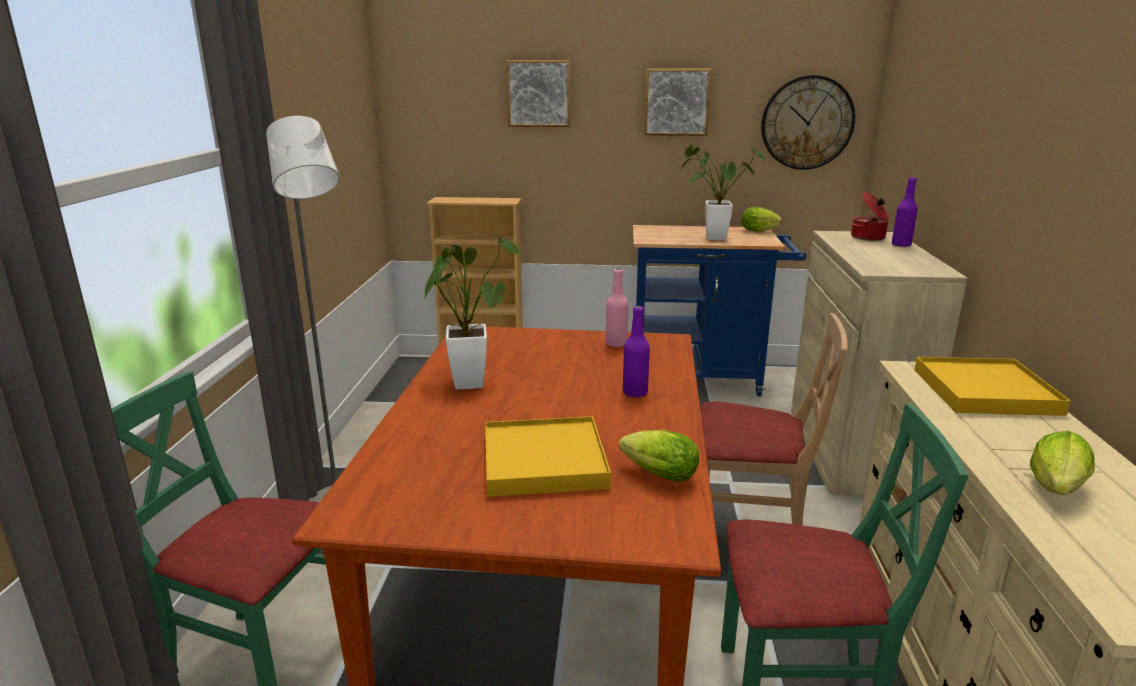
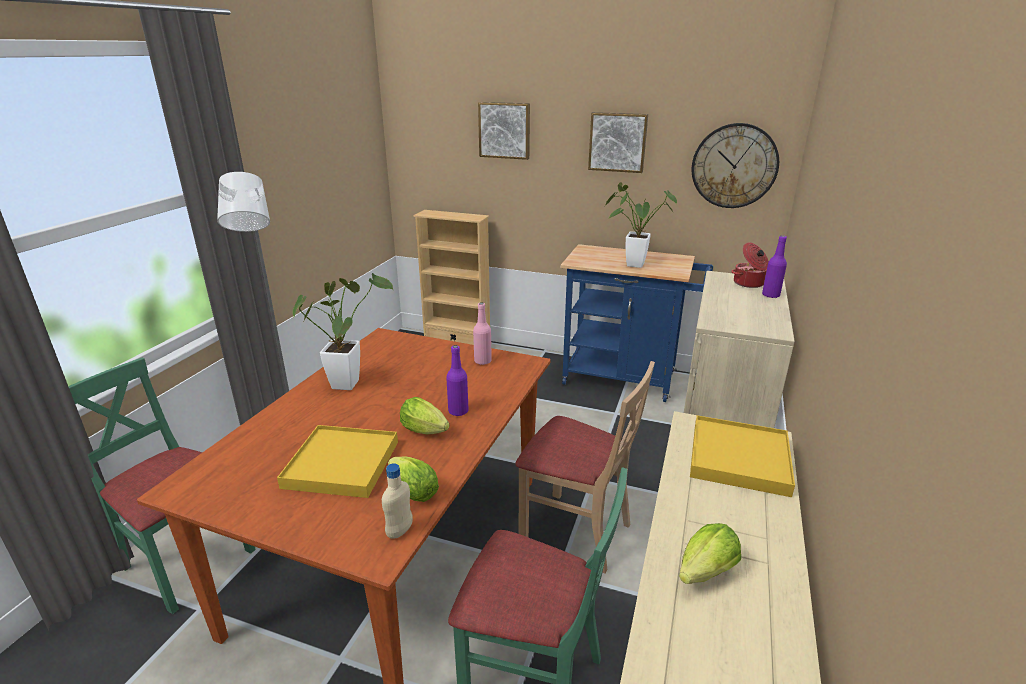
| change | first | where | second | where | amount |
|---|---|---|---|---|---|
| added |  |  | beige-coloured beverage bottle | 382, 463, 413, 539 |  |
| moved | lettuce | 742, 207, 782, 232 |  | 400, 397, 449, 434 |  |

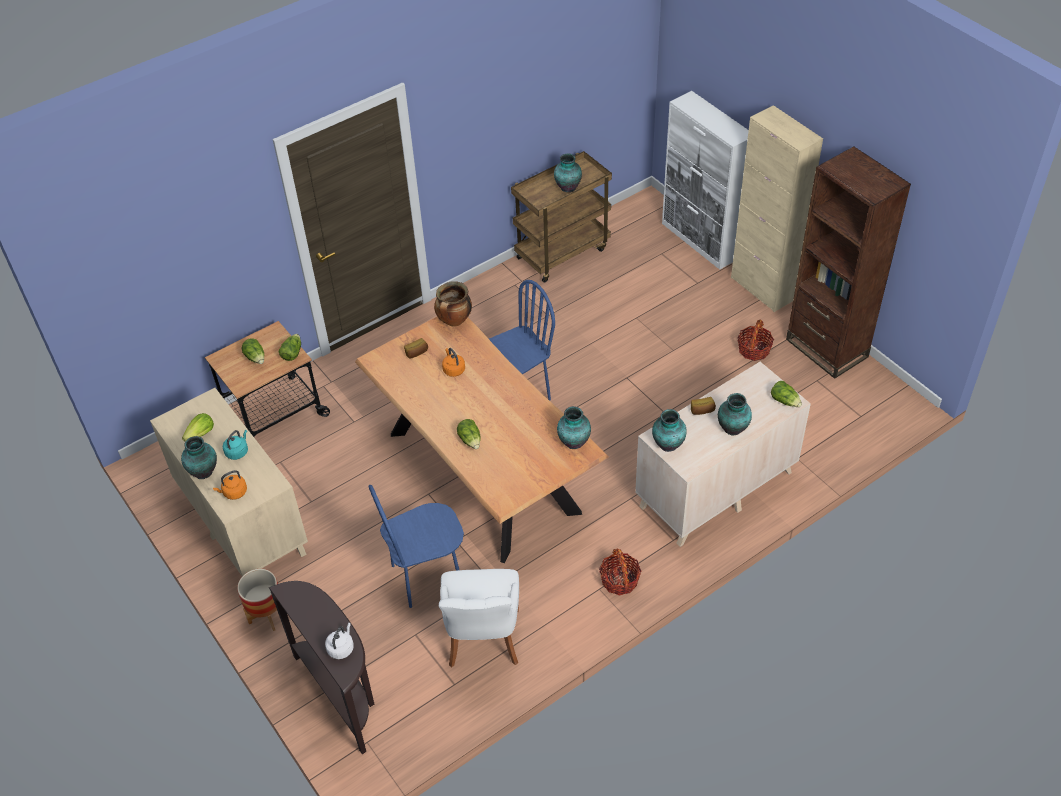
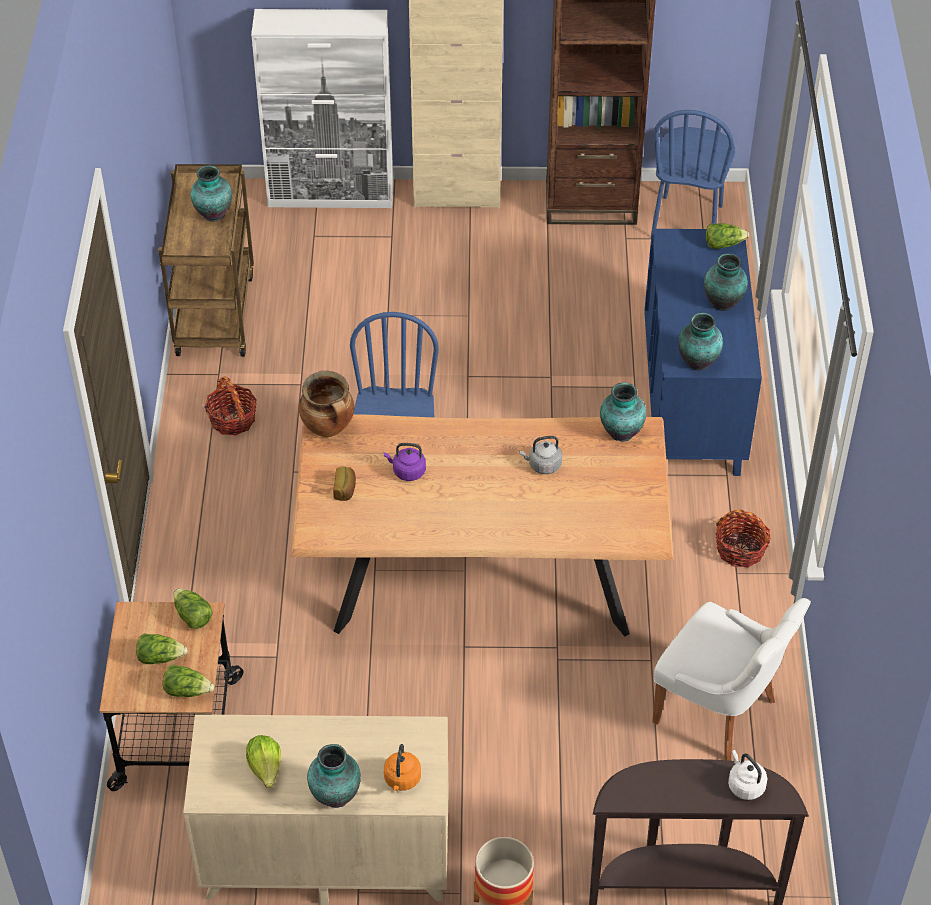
| change | first | where | second | where | amount |
|---|---|---|---|---|---|
| removed | turquoise-coloured tea kettle | 223, 430, 248, 460 |  |  |  |
| removed | bread | 691, 397, 716, 415 |  |  |  |
| added |  |  | gray tea kettle | 519, 436, 562, 474 |  |
| moved | bluish chair | 368, 485, 464, 608 |  | 651, 110, 735, 234 |  |
| moved | lettuce | 457, 419, 481, 449 |  | 163, 665, 214, 697 |  |
| moved | basket | 737, 320, 774, 361 |  | 204, 376, 257, 435 |  |
| recoloured | orange tea kettle | 442, 348, 465, 377 | purplish tea kettle | 384, 443, 426, 481 |  |
| recoloured | beige-coloured drawer chest | 635, 362, 811, 547 | bluish drawer chest | 644, 229, 762, 476 |  |

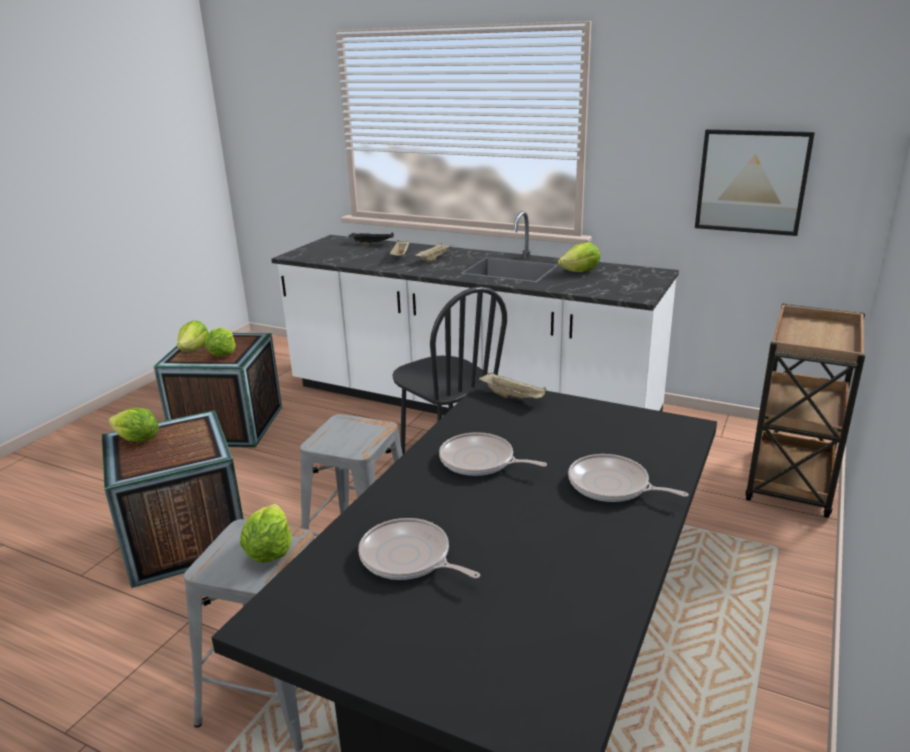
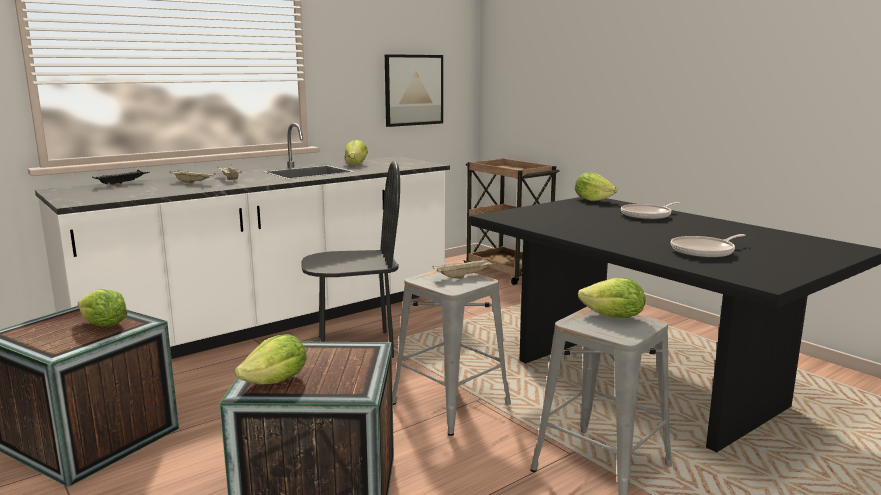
| change | first | where | second | where | amount |
|---|---|---|---|---|---|
| removed | skillet | 439, 432, 547, 476 |  |  |  |
| moved | lettuce | 177, 320, 208, 351 |  | 575, 172, 617, 201 |  |
| moved | beige-coloured serving tray | 479, 372, 547, 399 |  | 433, 258, 493, 279 |  |

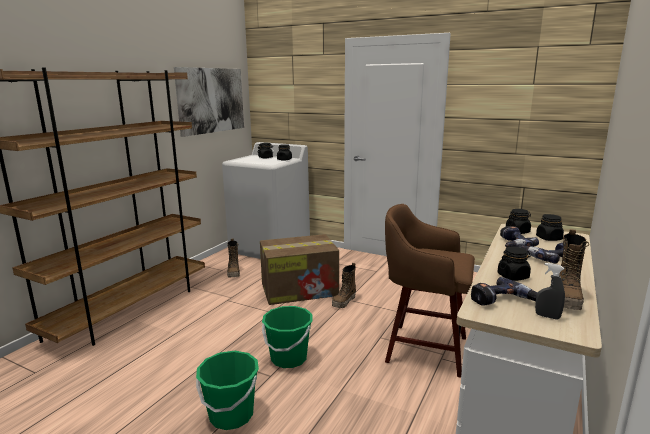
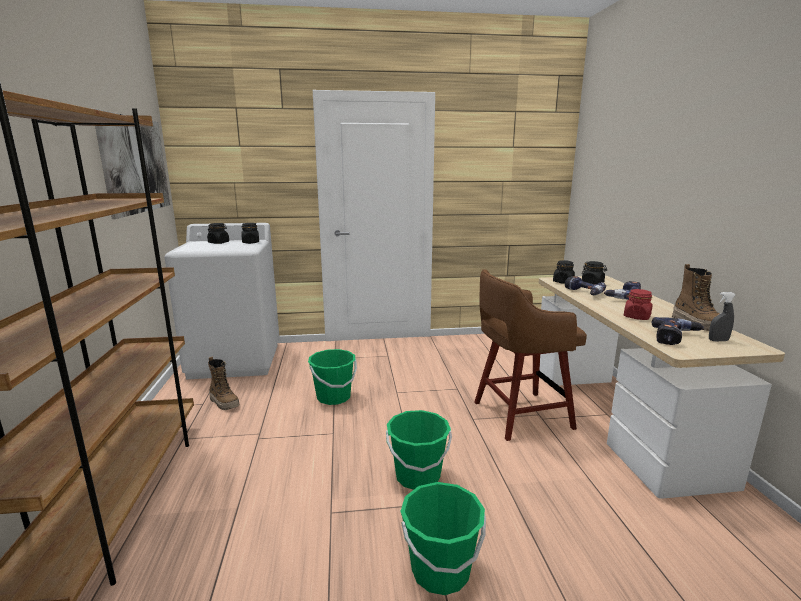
| change | first | where | second | where | amount |
|---|---|---|---|---|---|
| removed | tall boot | 332, 263, 356, 308 |  |  |  |
| replaced | carton | 260, 234, 339, 305 | greenish pail | 308, 349, 357, 405 |  |
| recoloured | blackish jar | 497, 247, 531, 281 | red-coloured jar | 624, 289, 652, 320 |  |

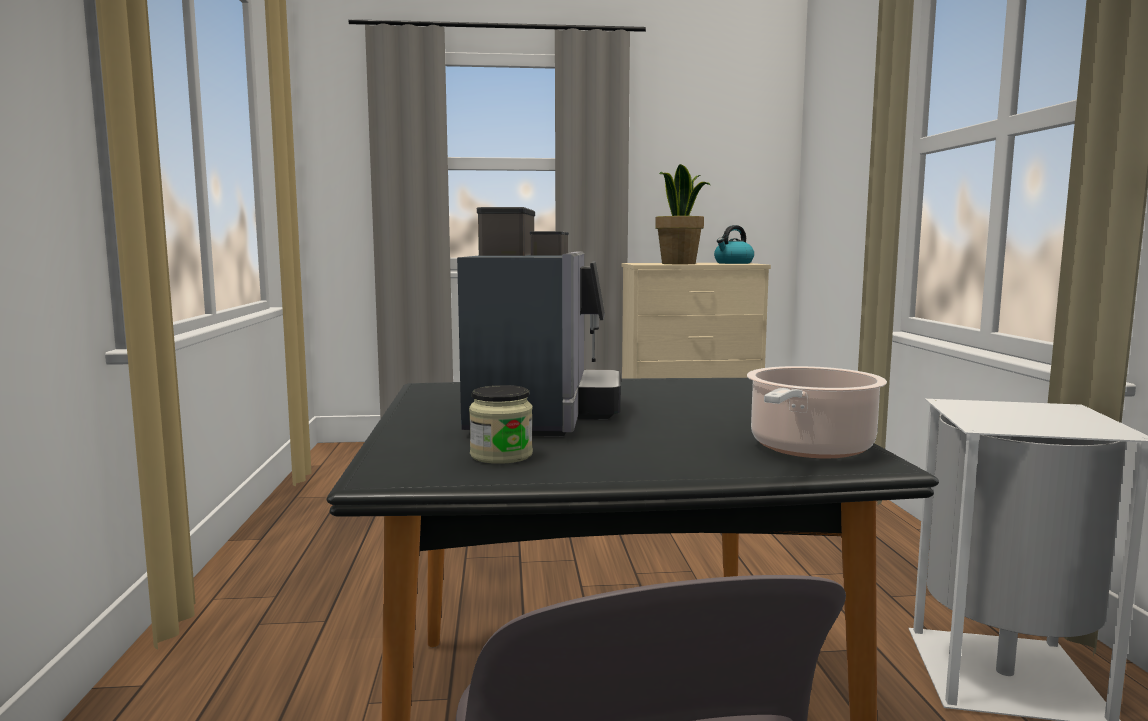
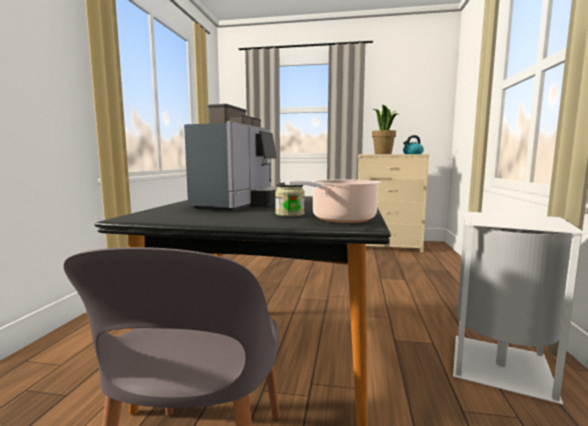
| change | first | where | second | where | amount |
|---|---|---|---|---|---|
| moved | jar | 469, 385, 533, 464 |  | 275, 183, 305, 217 |  |

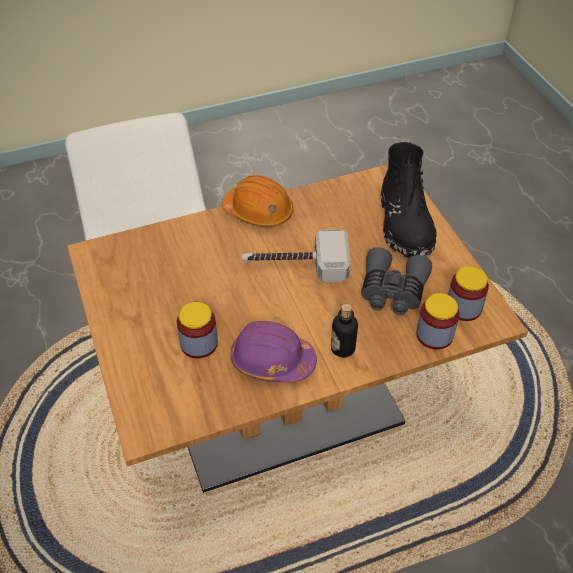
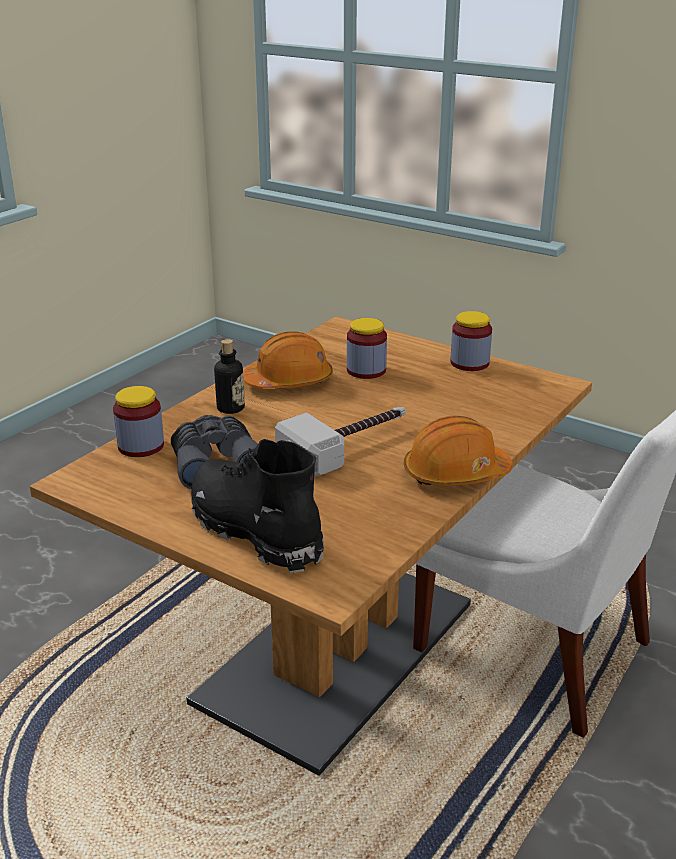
| change | first | where | second | where | amount |
|---|---|---|---|---|---|
| moved | jar | 448, 266, 489, 321 |  | 451, 311, 492, 371 |  |
| recoloured | purplish safety helmet | 230, 321, 317, 383 | orange safety helmet | 243, 331, 333, 389 |  |

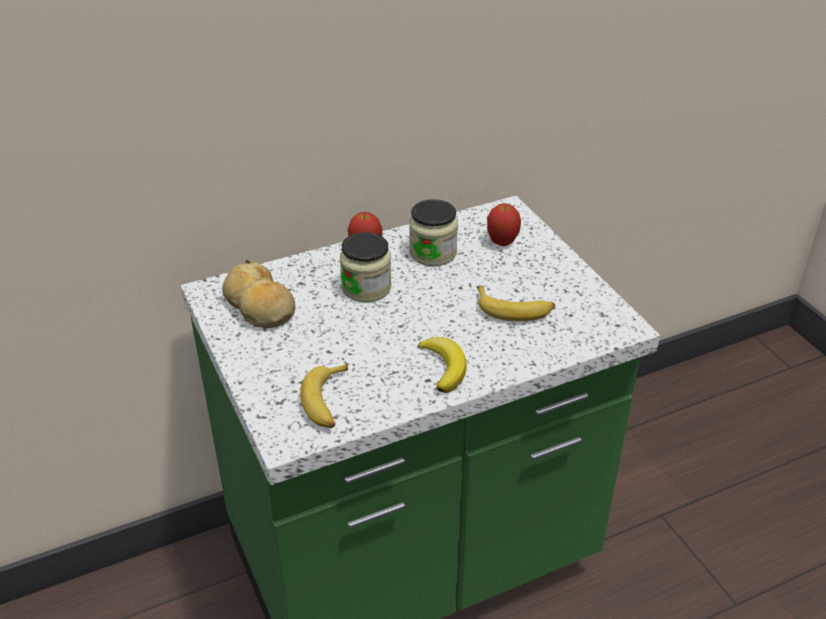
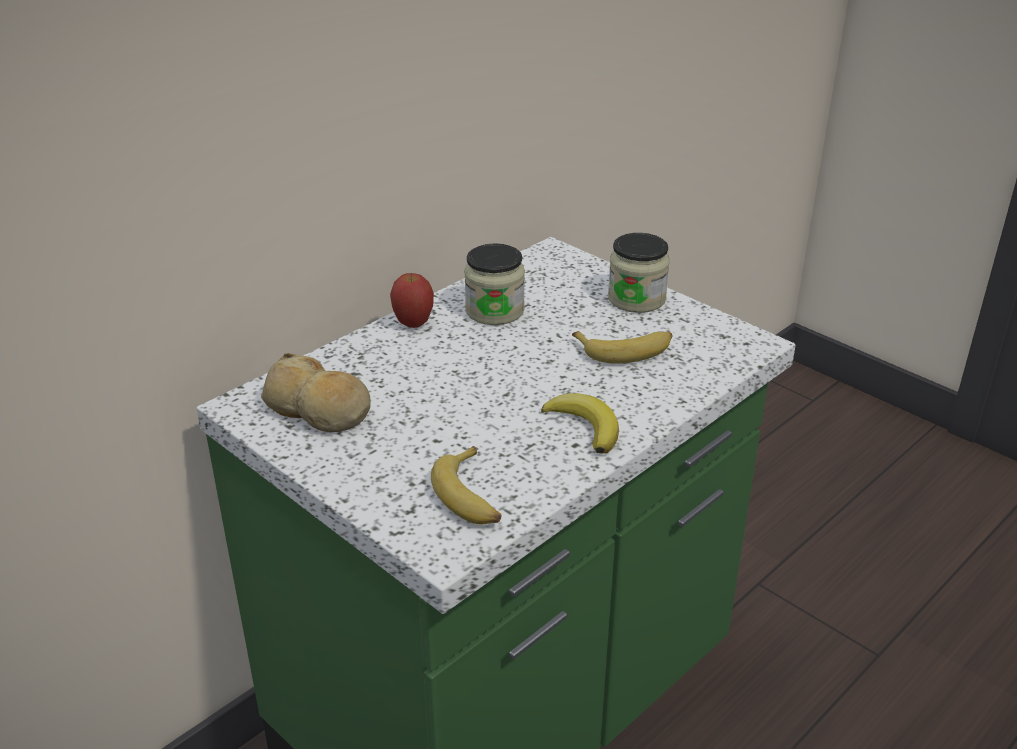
| change | first | where | second | where | amount |
|---|---|---|---|---|---|
| removed | apple | 487, 203, 521, 246 |  |  |  |
| moved | jar | 340, 232, 391, 302 |  | 608, 233, 670, 313 |  |

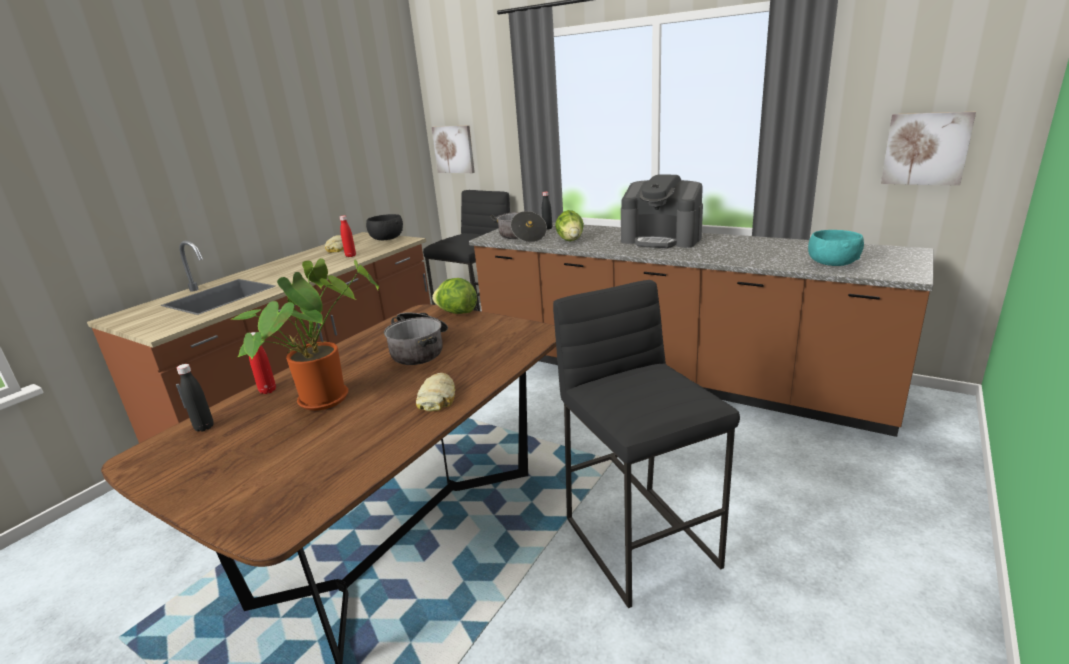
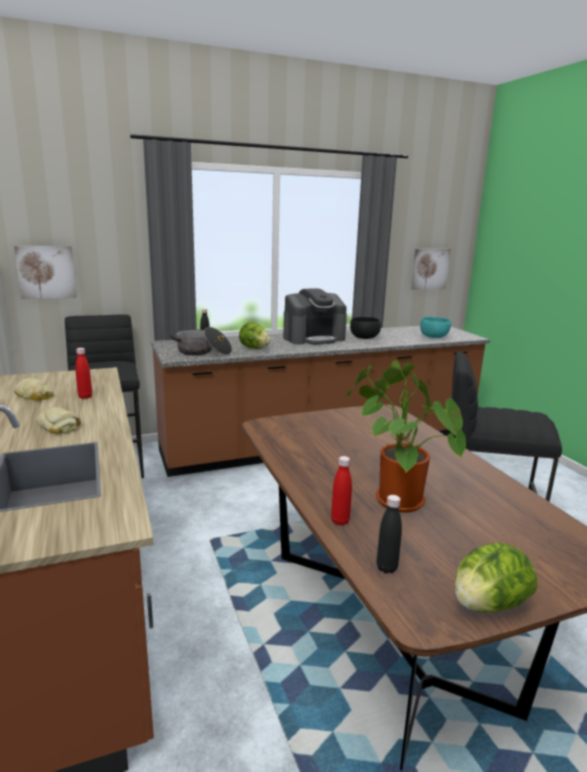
| change | first | where | second | where | amount |
|---|---|---|---|---|---|
| removed | cooking pot | 384, 312, 448, 365 |  |  |  |
| moved | blackish deep dish | 366, 214, 403, 240 |  | 350, 317, 381, 339 |  |
| moved | bread | 416, 373, 455, 411 |  | 36, 407, 81, 434 |  |
| moved | lettuce | 432, 278, 477, 314 |  | 455, 543, 538, 613 |  |

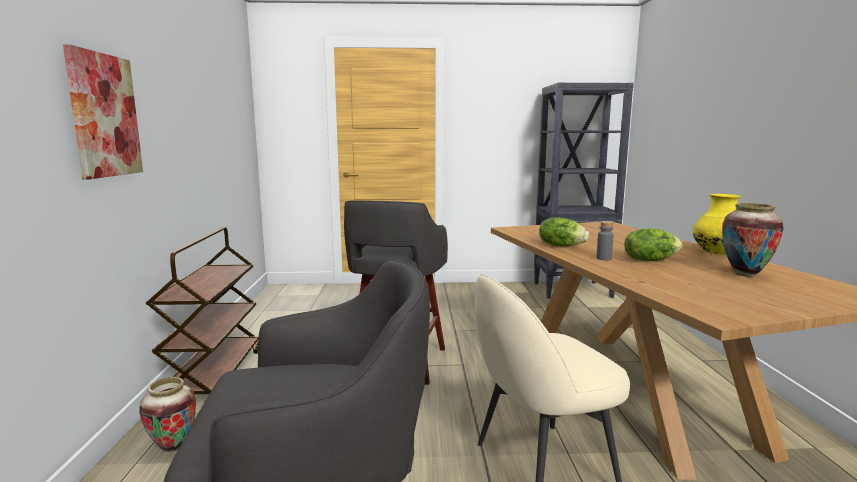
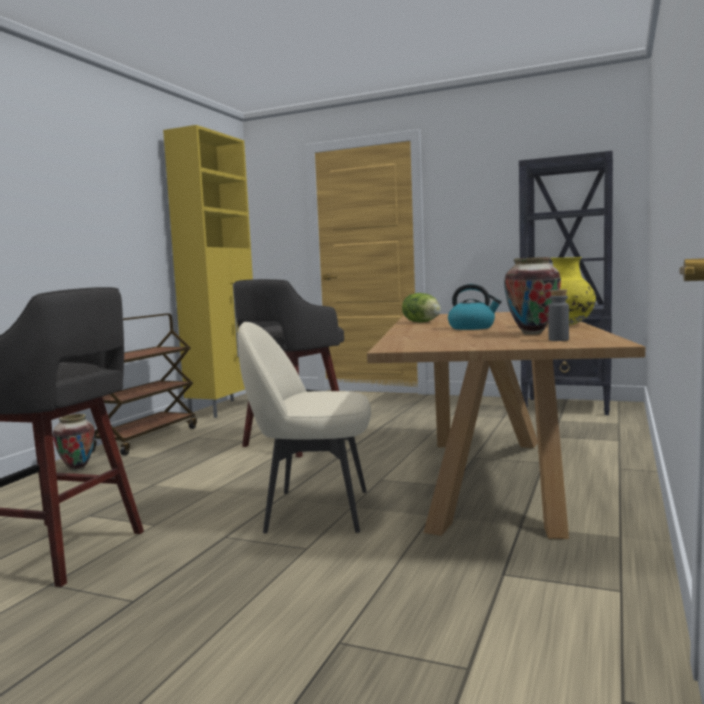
| change | first | where | second | where | amount |
|---|---|---|---|---|---|
| removed | picture | 63, 44, 143, 179 |  |  |  |
| added |  |  | yellowish cupboard | 163, 125, 253, 418 |  |
| moved | gray beverage bottle | 596, 221, 614, 260 |  | 548, 290, 569, 341 |  |
| replaced | lettuce | 624, 228, 682, 261 | tea kettle | 448, 284, 502, 330 |  |

